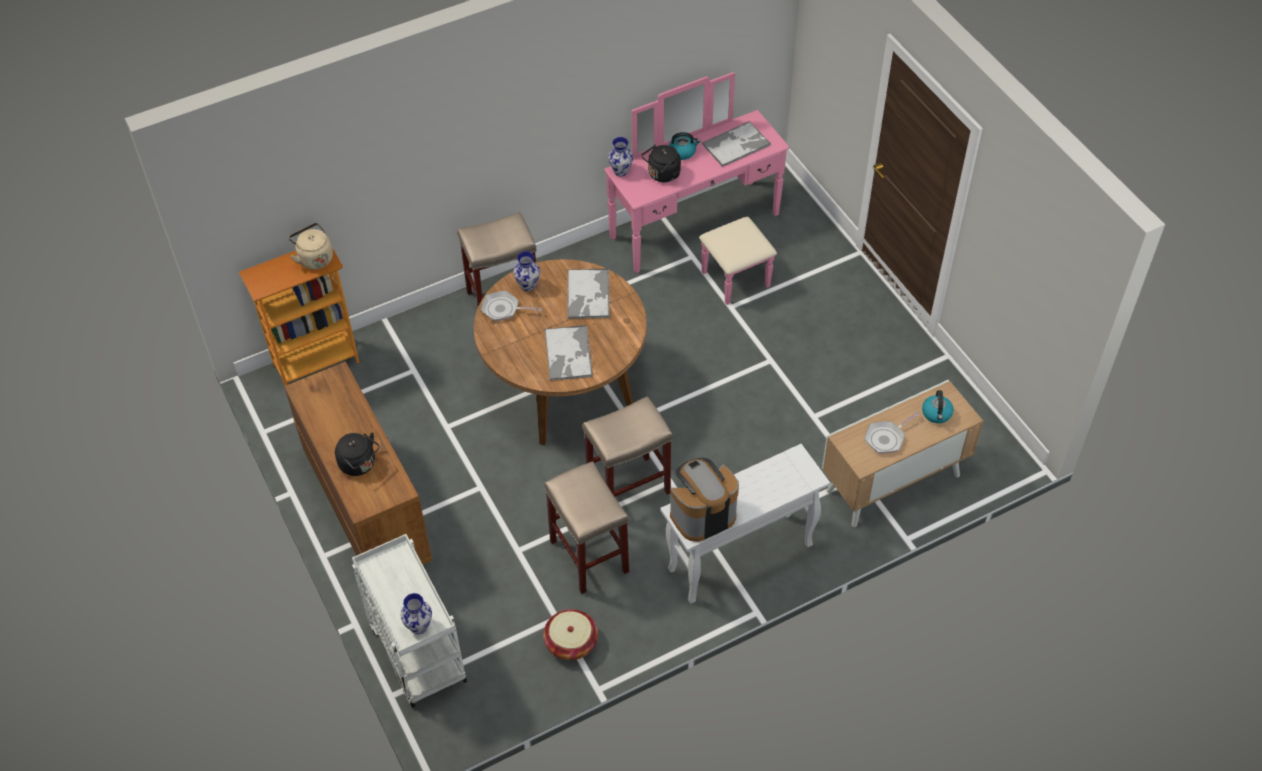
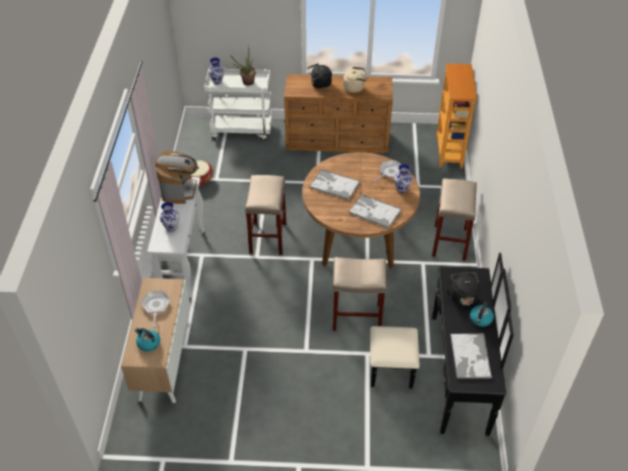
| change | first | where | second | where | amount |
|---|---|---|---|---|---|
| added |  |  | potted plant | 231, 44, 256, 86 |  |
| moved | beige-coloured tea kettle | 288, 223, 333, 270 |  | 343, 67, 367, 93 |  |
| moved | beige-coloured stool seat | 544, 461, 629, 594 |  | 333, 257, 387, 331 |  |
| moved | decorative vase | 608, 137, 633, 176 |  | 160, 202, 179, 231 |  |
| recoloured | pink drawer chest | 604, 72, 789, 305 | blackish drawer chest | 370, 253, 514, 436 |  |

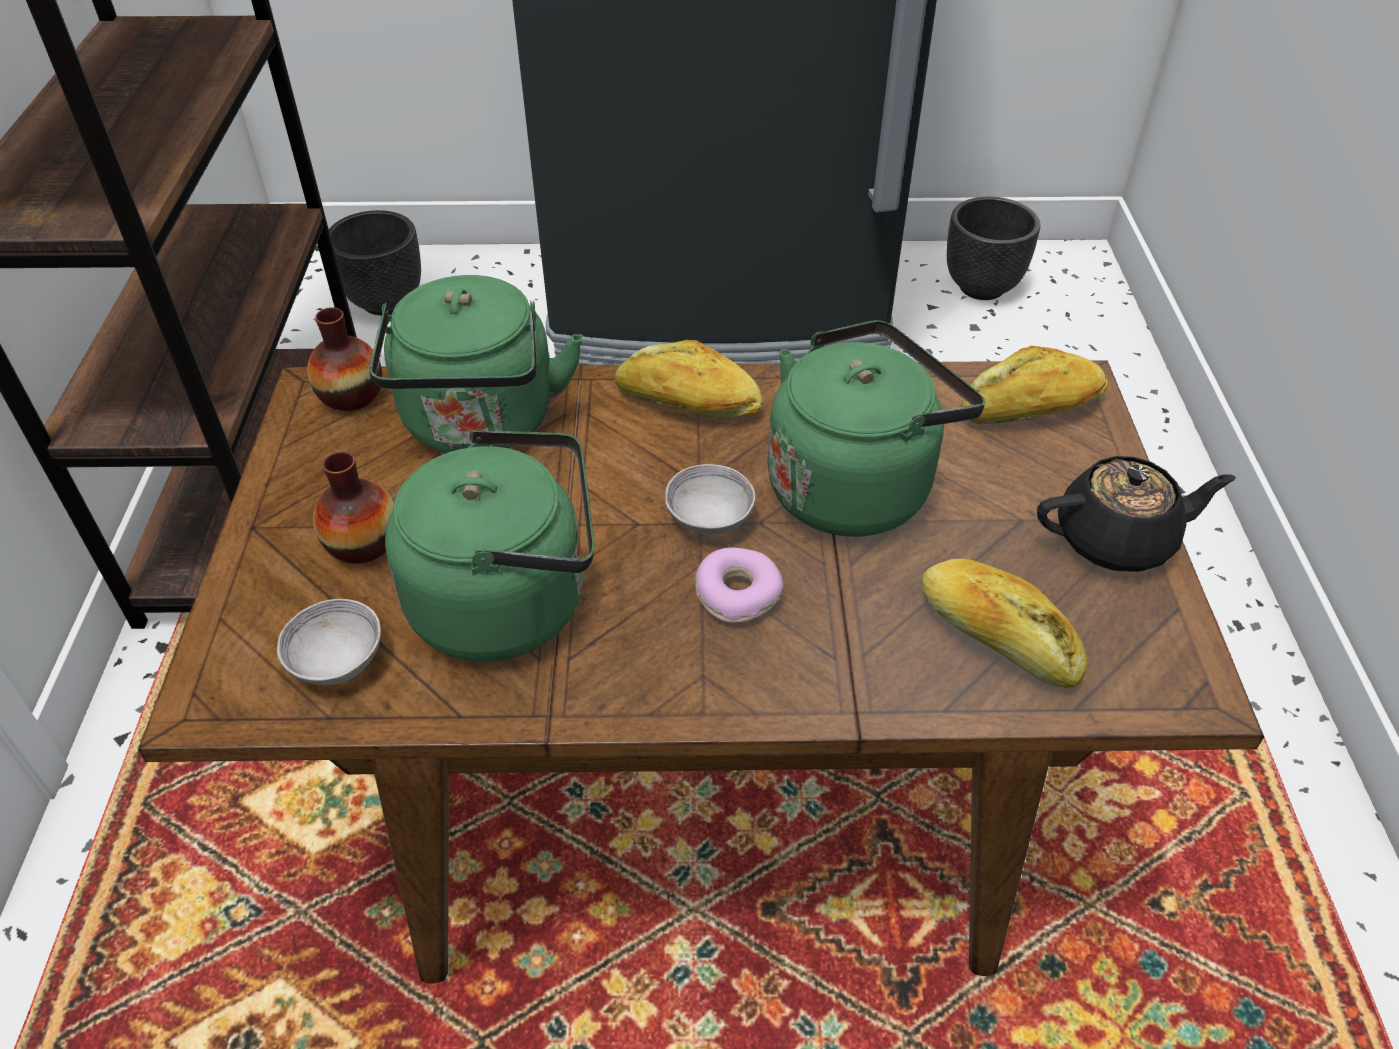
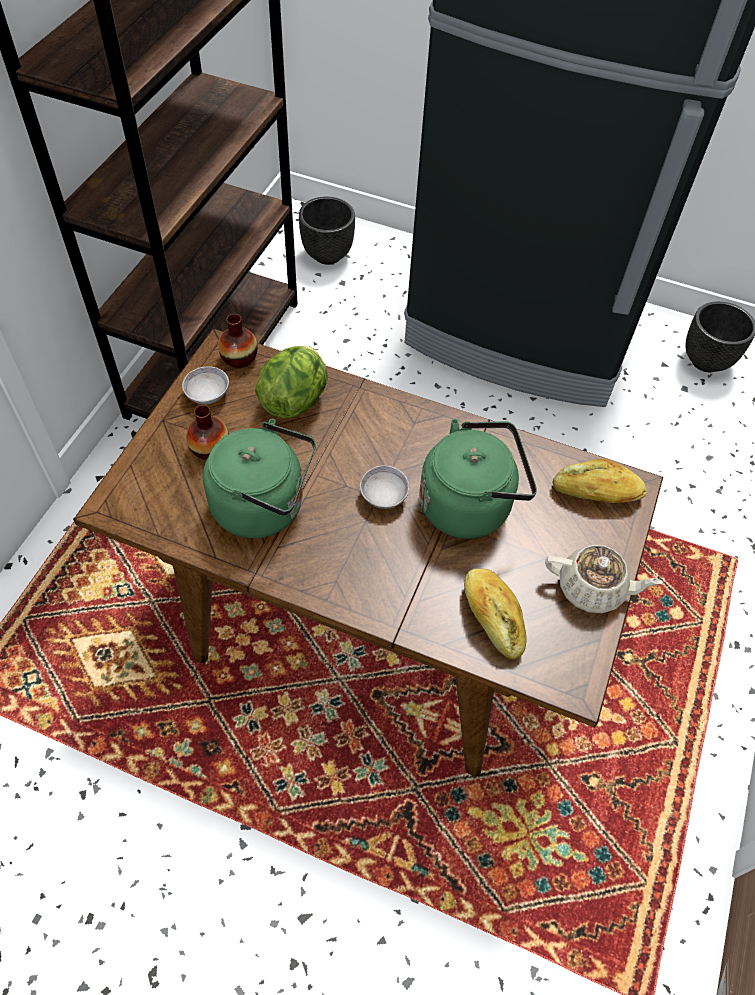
| change | first | where | second | where | amount |
|---|---|---|---|---|---|
| removed | bread | 614, 340, 763, 417 |  |  |  |
| removed | doughnut | 694, 547, 783, 624 |  |  |  |
| moved | gray deep dish | 277, 599, 381, 685 |  | 182, 366, 229, 405 |  |
| replaced | greenish tea kettle | 369, 275, 583, 453 | lettuce | 255, 346, 328, 419 |  |
| recoloured | blackish pot for tea | 1037, 456, 1236, 572 | beige-coloured pot for tea | 545, 545, 663, 613 |  |

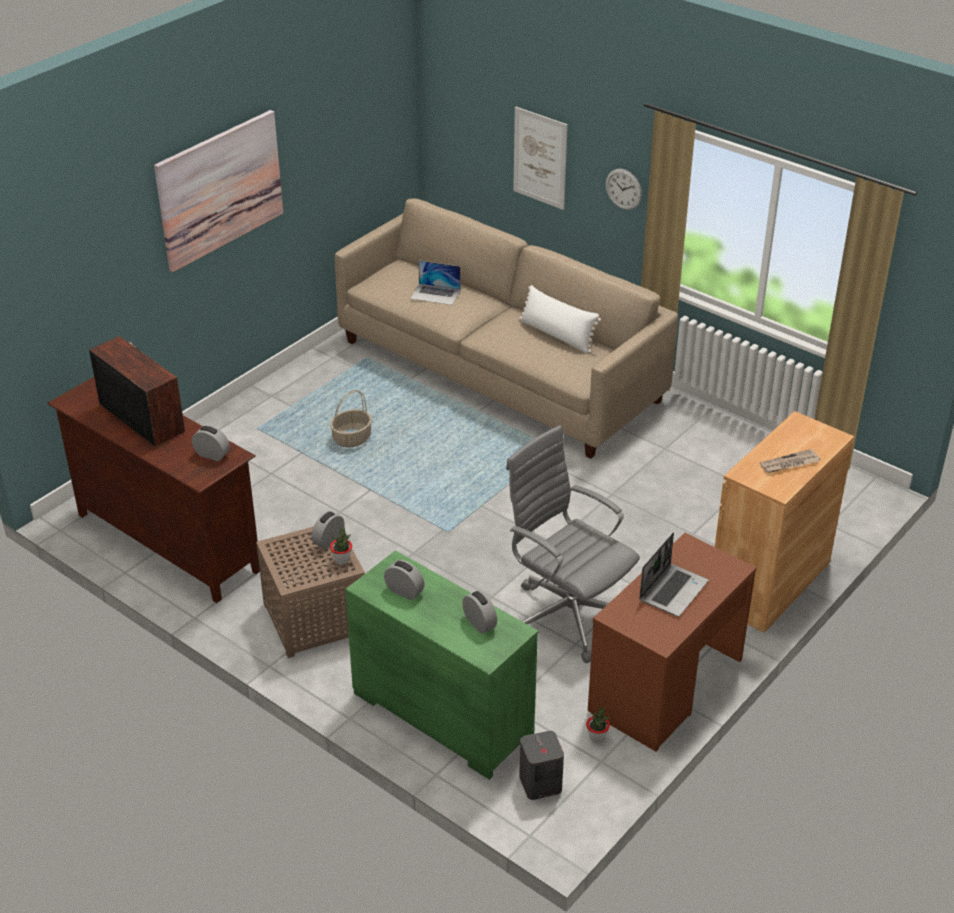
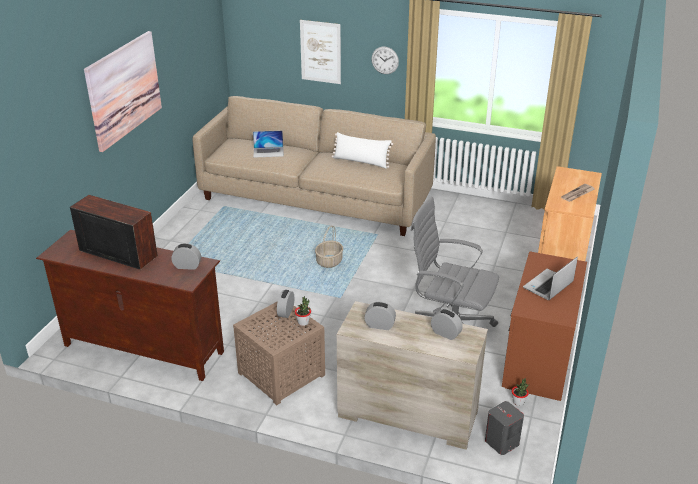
| change | first | where | second | where | amount |
|---|---|---|---|---|---|
| moved | basket | 330, 390, 372, 448 |  | 315, 225, 343, 268 |  |
| recoloured | greenish drawer chest | 345, 550, 538, 780 | beige-coloured drawer chest | 337, 301, 488, 450 |  |
| turned | laptop | 639, 532, 708, 617 |  | 523, 257, 578, 300 | 150 degrees counterclockwise |

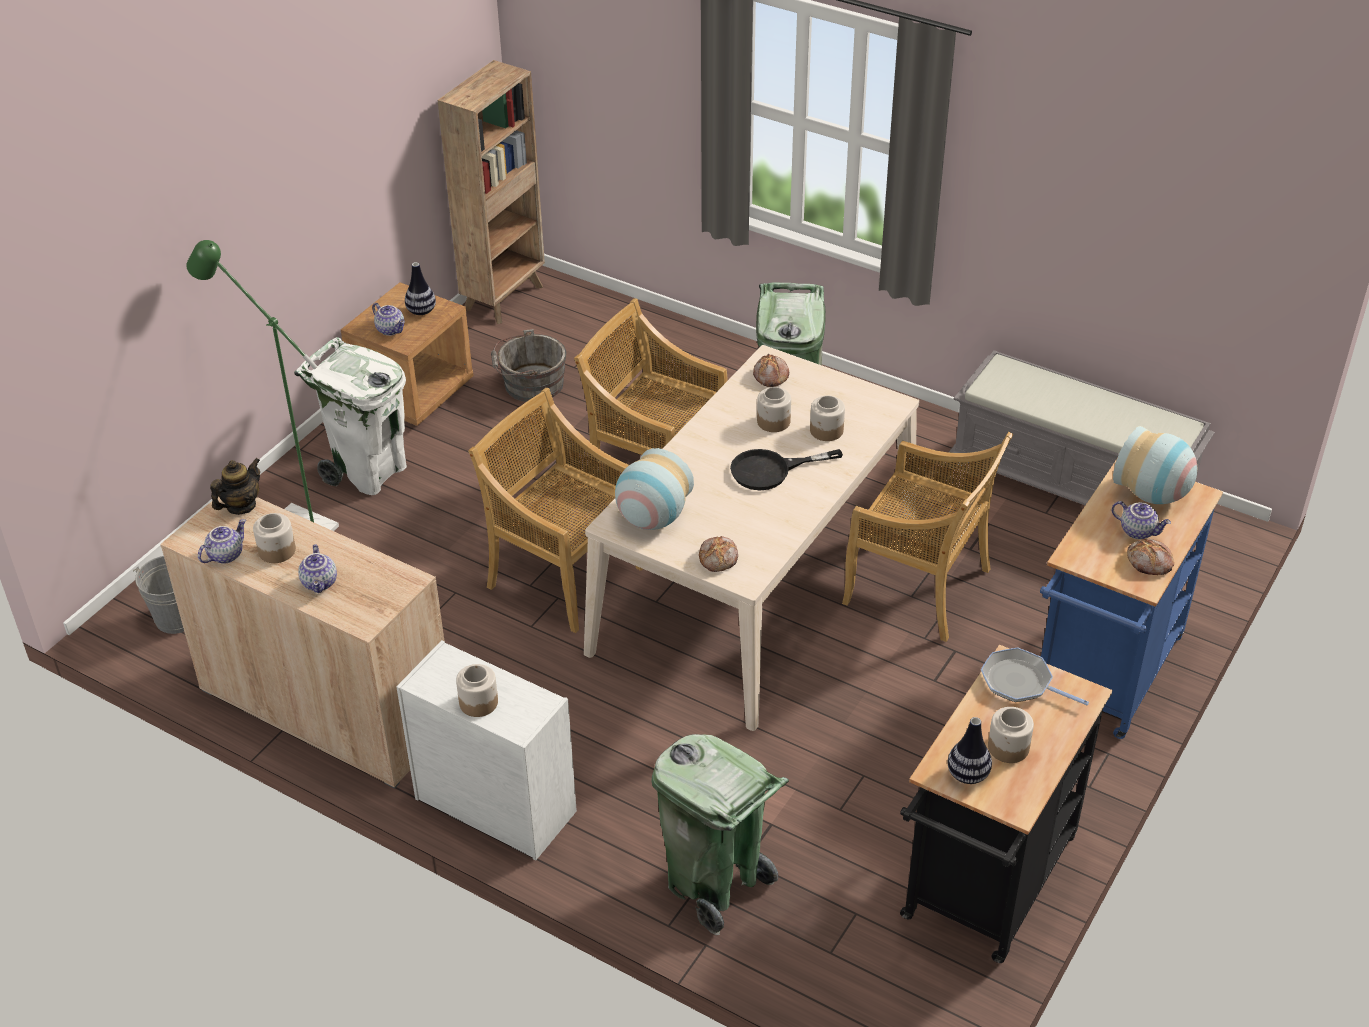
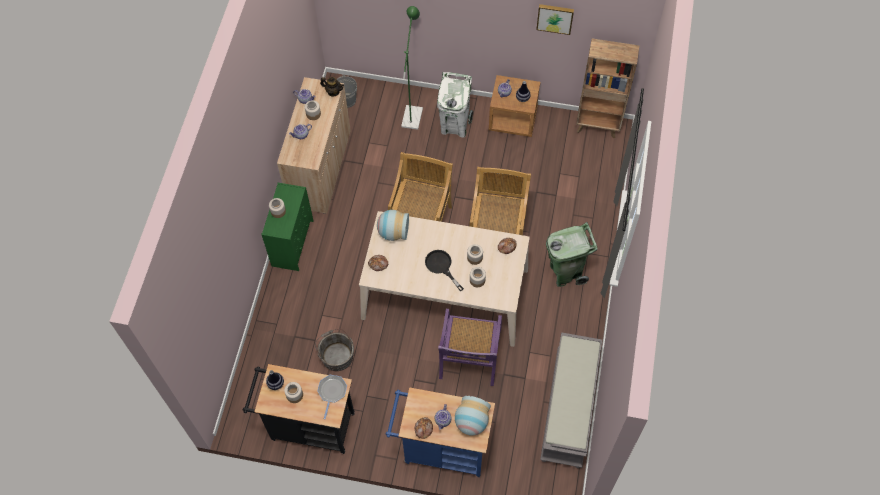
| change | first | where | second | where | amount |
|---|---|---|---|---|---|
| removed | greenish rubbish bin | 651, 734, 789, 935 |  |  |  |
| added |  |  | picture | 536, 4, 574, 35 |  |
| moved | gray pail | 491, 329, 566, 402 |  | 315, 329, 354, 371 |  |
| recoloured | white drawer chest | 396, 640, 577, 860 | greenish drawer chest | 261, 183, 314, 271 |  |
| recoloured | beige-coloured chair | 842, 432, 1013, 642 | purplish chair | 438, 309, 502, 386 |  |

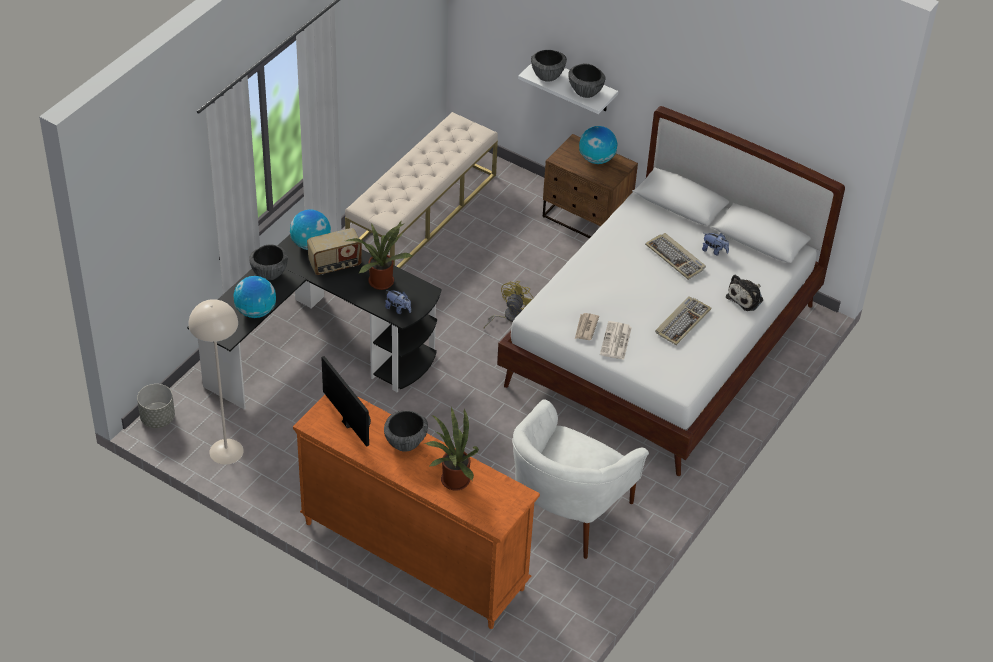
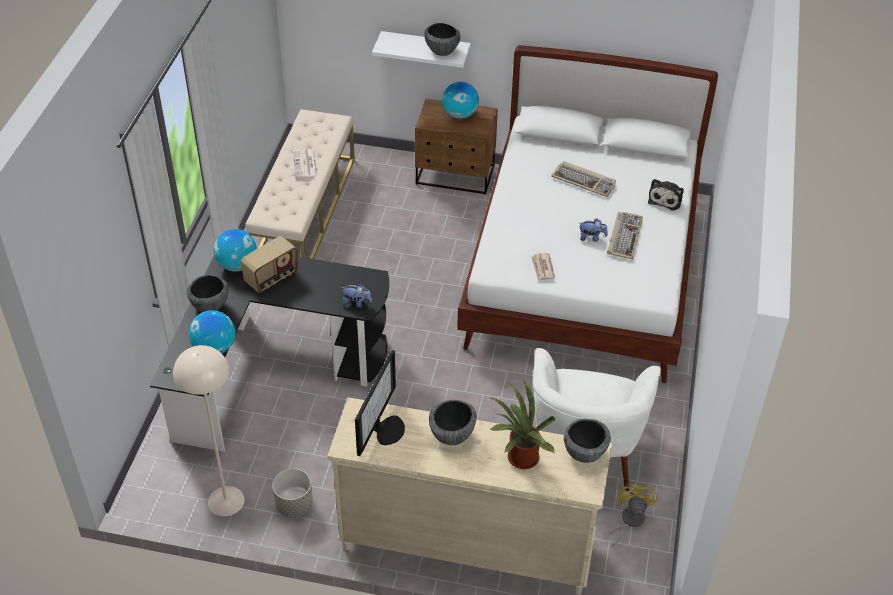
| change | first | where | second | where | amount |
|---|---|---|---|---|---|
| removed | potted plant | 346, 222, 412, 290 |  |  |  |
| moved | gray planter | 137, 384, 175, 428 |  | 272, 468, 313, 517 |  |
| moved | yellowish electric fan | 484, 281, 533, 328 |  | 609, 482, 658, 547 |  |
| moved | deep dish | 531, 50, 567, 82 |  | 564, 419, 611, 463 |  |
| moved | newspaper | 600, 321, 632, 360 |  | 293, 149, 318, 178 |  |
| moved | soft toy | 702, 233, 729, 255 |  | 579, 218, 608, 242 |  |
| recoloured | orange drawer chest | 293, 395, 540, 629 | beige-coloured drawer chest | 327, 397, 612, 595 |  |
| turned | monitor | 321, 356, 371, 446 |  | 355, 350, 405, 456 | 75 degrees clockwise |

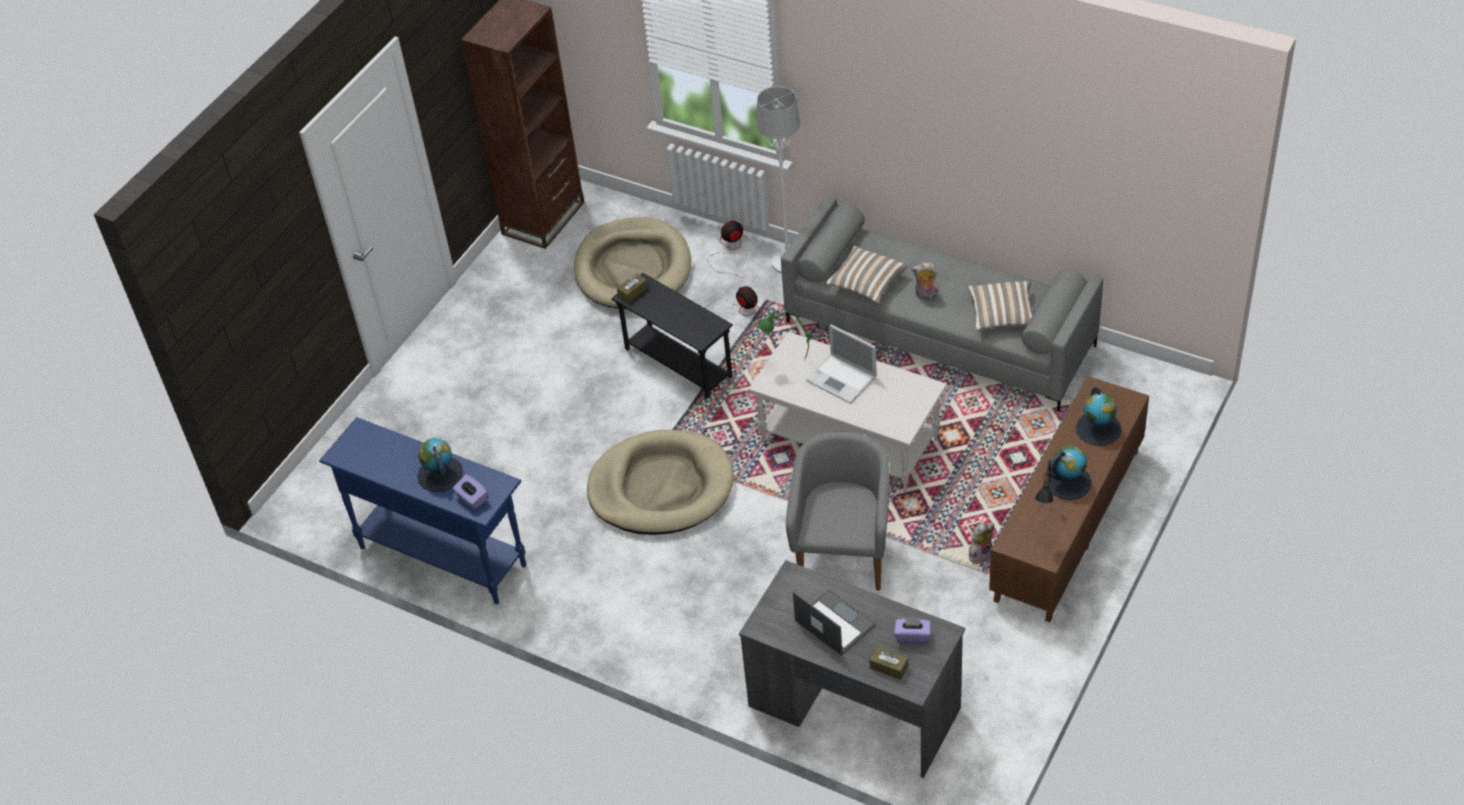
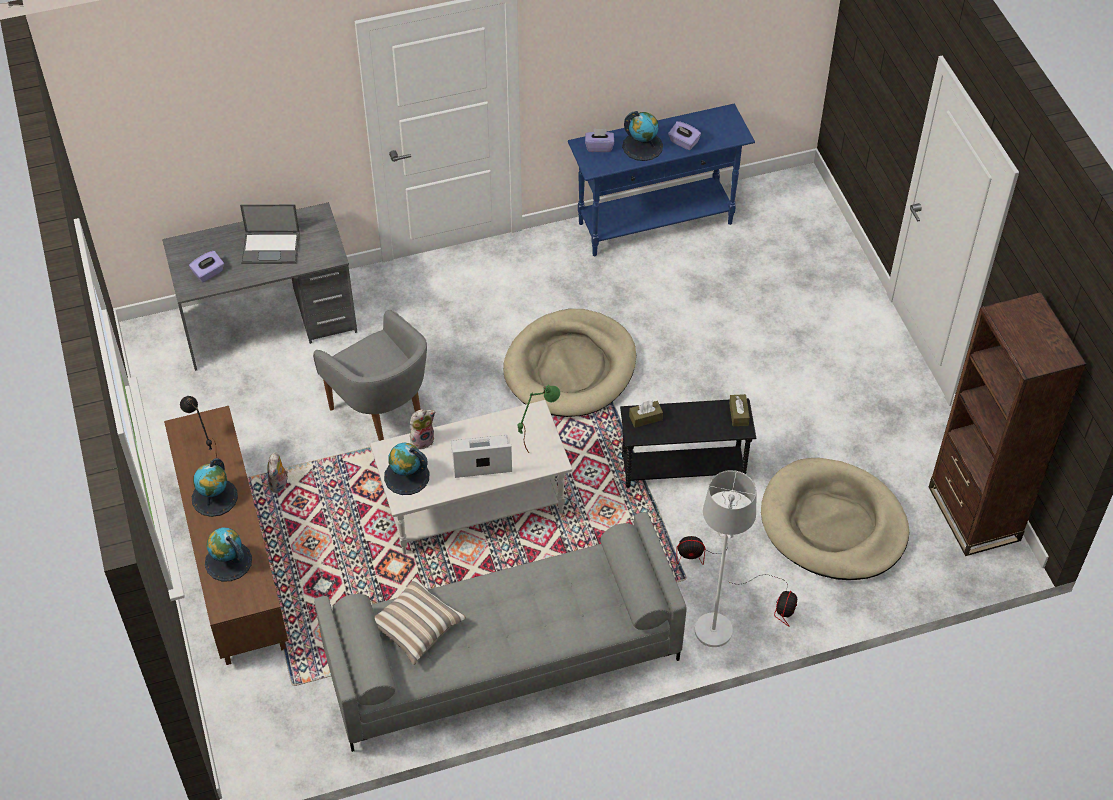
| change | first | where | second | where | amount |
|---|---|---|---|---|---|
| removed | throw pillow | 825, 246, 909, 304 |  |  |  |
| added |  |  | desk globe | 384, 443, 429, 495 |  |
| added |  |  | purplish box of tissues | 668, 121, 701, 150 |  |
| moved | brownish box of tissues | 870, 646, 908, 680 |  | 629, 400, 663, 428 |  |
| moved | soft toy | 911, 263, 939, 303 |  | 410, 409, 436, 449 |  |

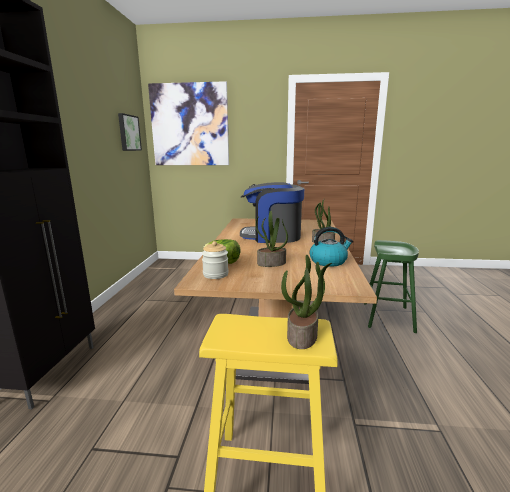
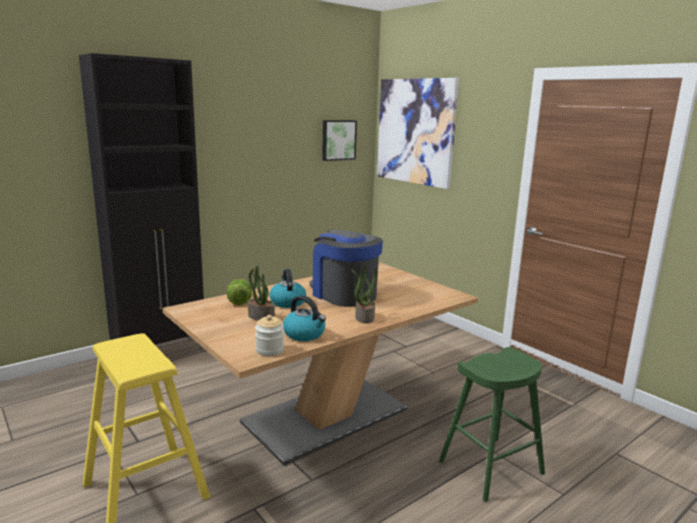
| change | first | where | second | where | amount |
|---|---|---|---|---|---|
| removed | potted plant | 281, 255, 332, 349 |  |  |  |
| added |  |  | tea kettle | 269, 269, 306, 308 |  |
| moved | jar | 202, 241, 229, 279 |  | 255, 315, 284, 356 |  |

